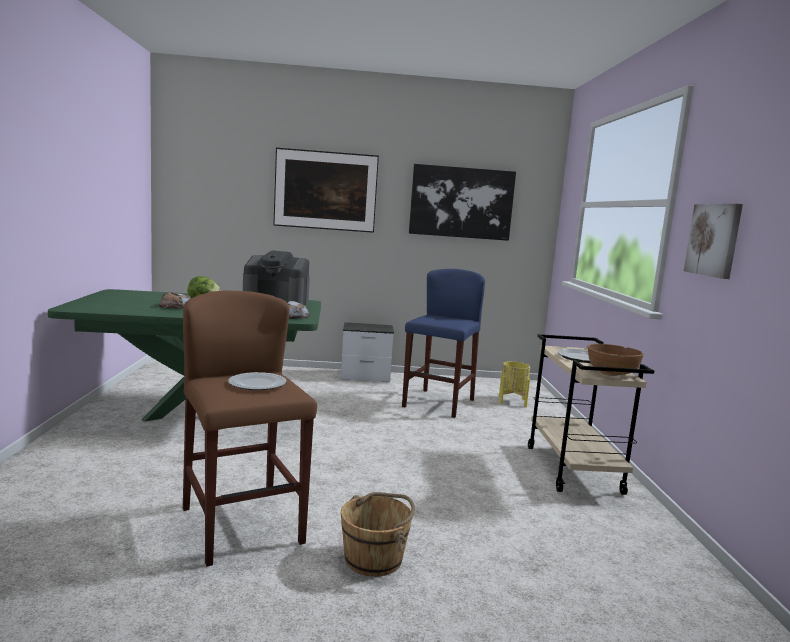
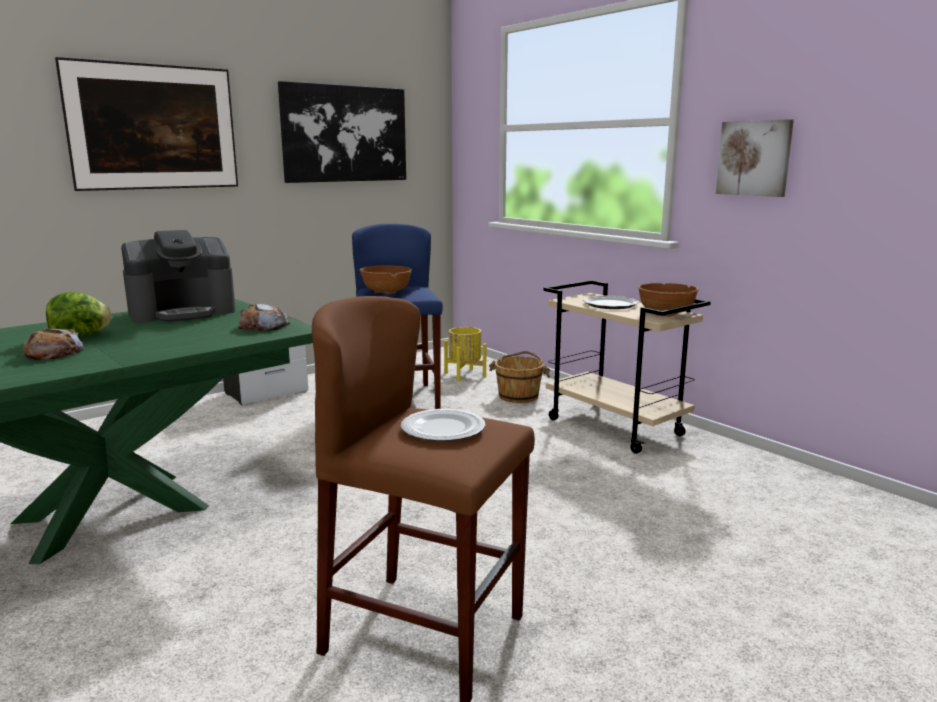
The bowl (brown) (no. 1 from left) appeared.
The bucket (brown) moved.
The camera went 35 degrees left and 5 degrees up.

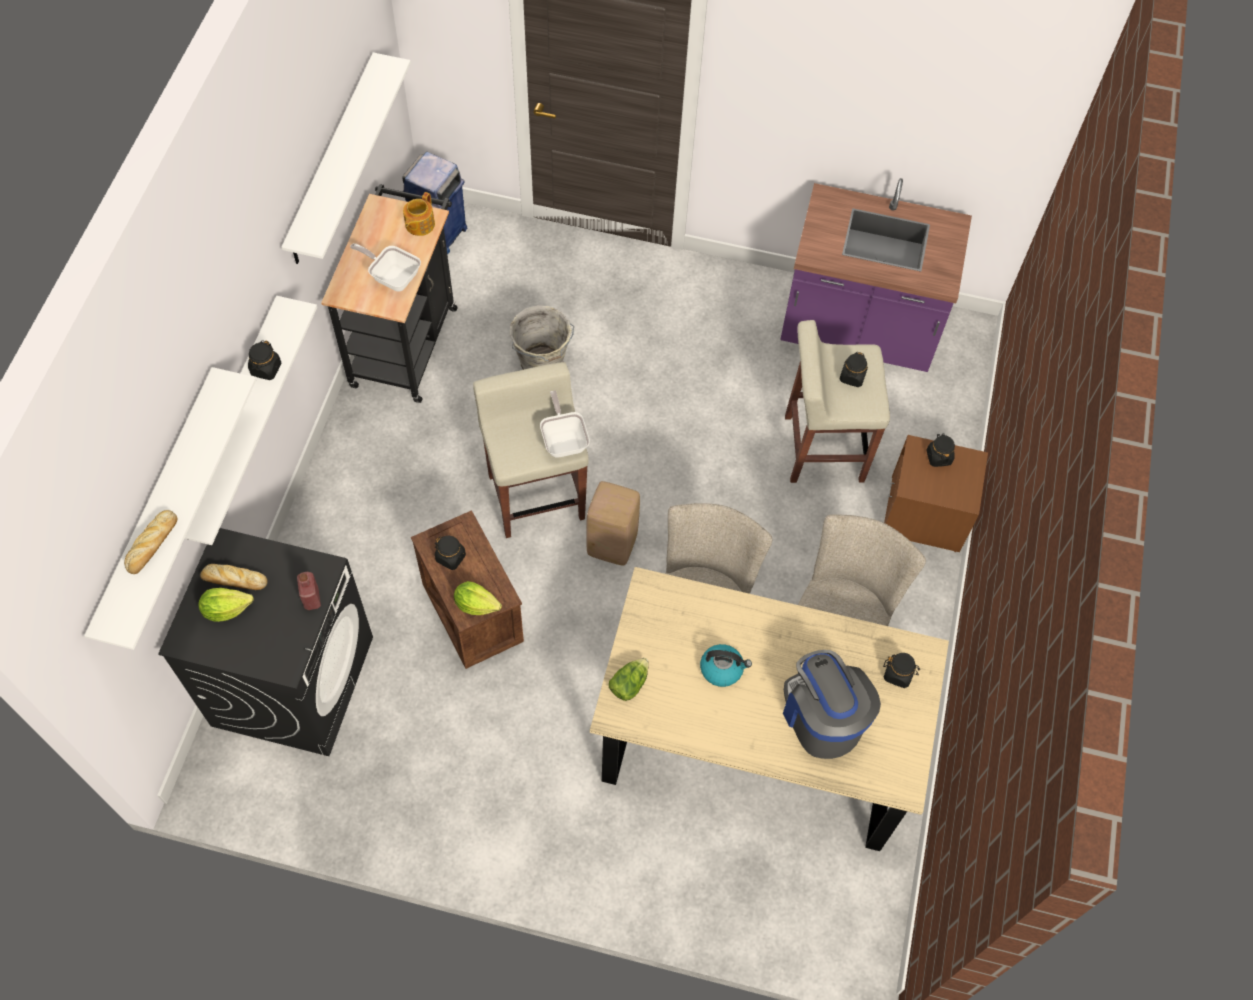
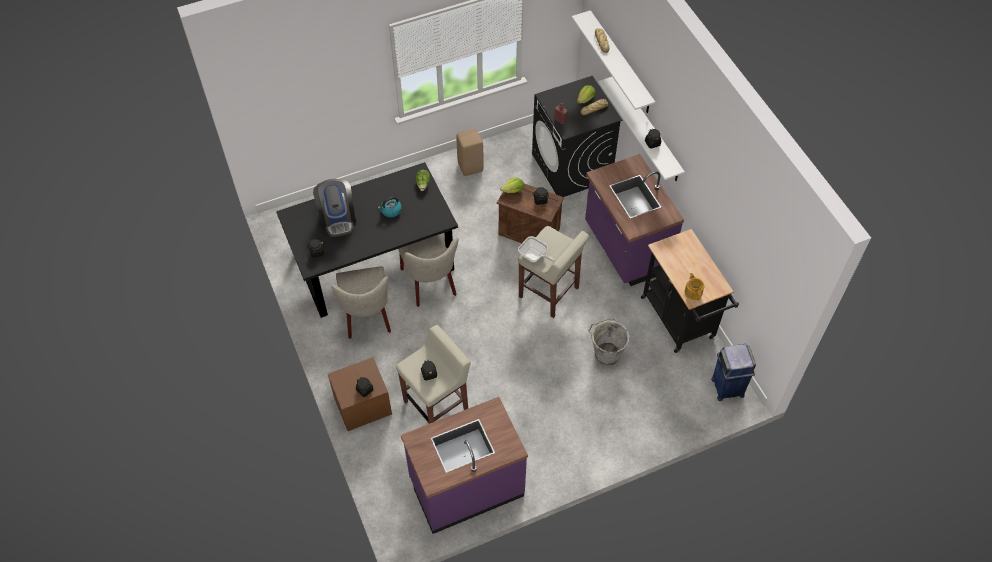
The shelf (white) (no. 3 from left) disappeared.
The frying pan (no. 1 from left) disappeared.
The counter (purple) (no. 2 from left) appeared.
The stool (beige) (no. 2 from left) moved.
The dining table (beige) became the dining table (black).
The coffee machine turned 45 degrees clockwise.
The camera went 145 degrees right and 5 degrees down.

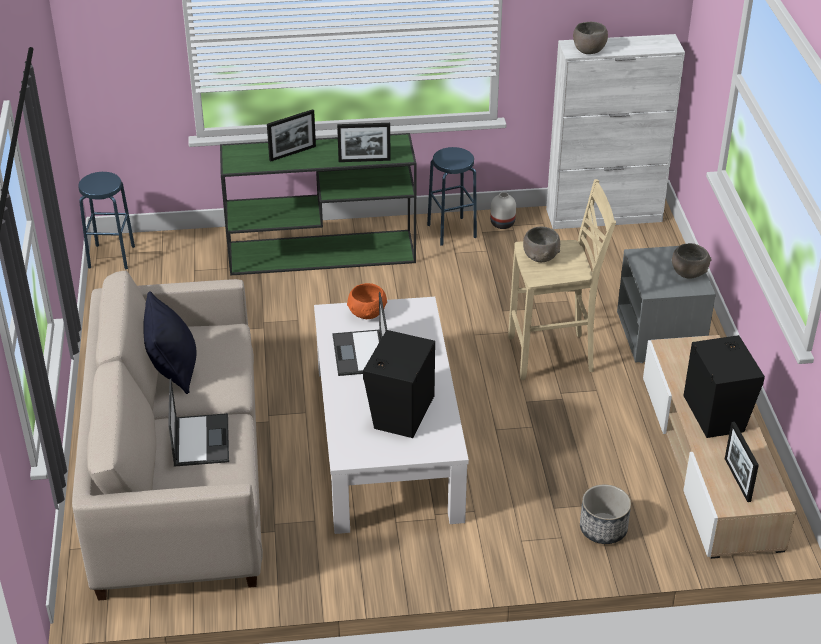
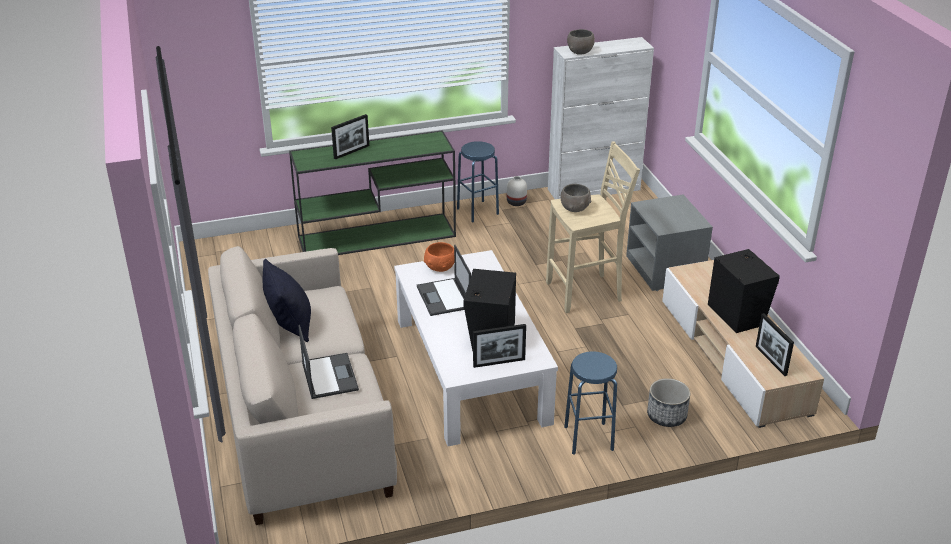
The bowl (grey) (no. 3 from left) disappeared.
The stool (blue) (no. 1 from left in the first image) moved.
The picture frame (no. 2 from left) moved.
The camera went 10 degrees left and 5 degrees down.

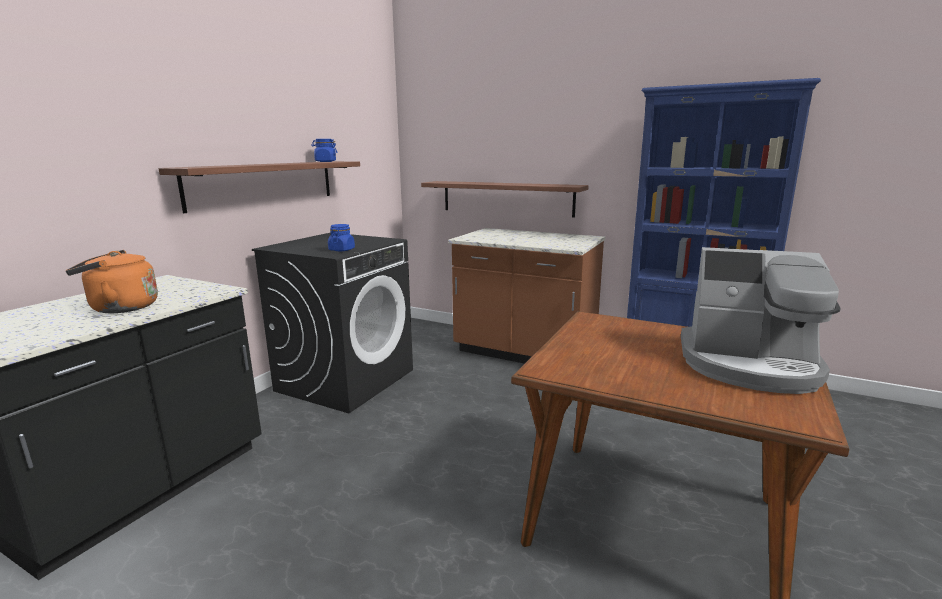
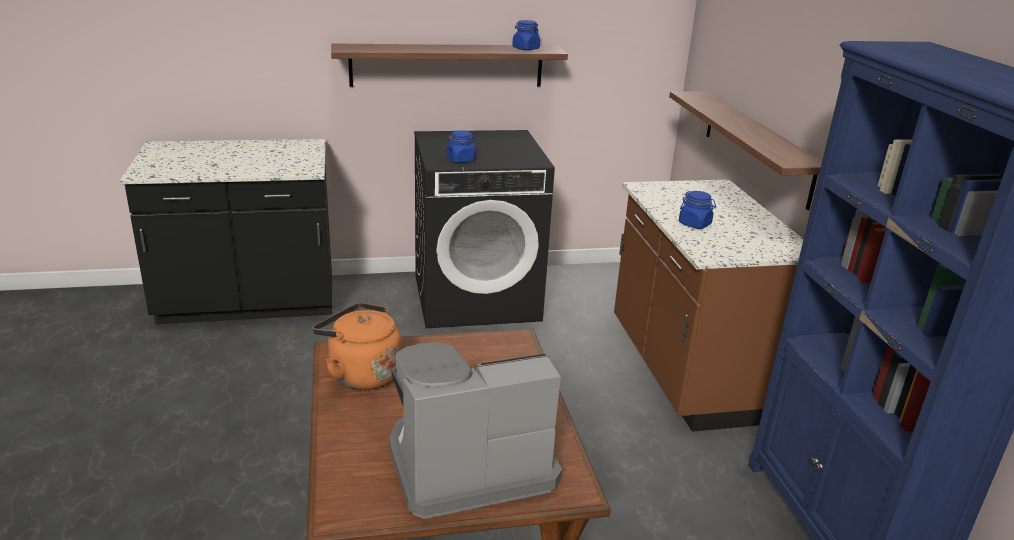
The jar (blue) (no. 3 from left) appeared.
The kettle (orange) moved.
The coffee machine turned 90 degrees clockwise.
The camera went 50 degrees right and 10 degrees up.

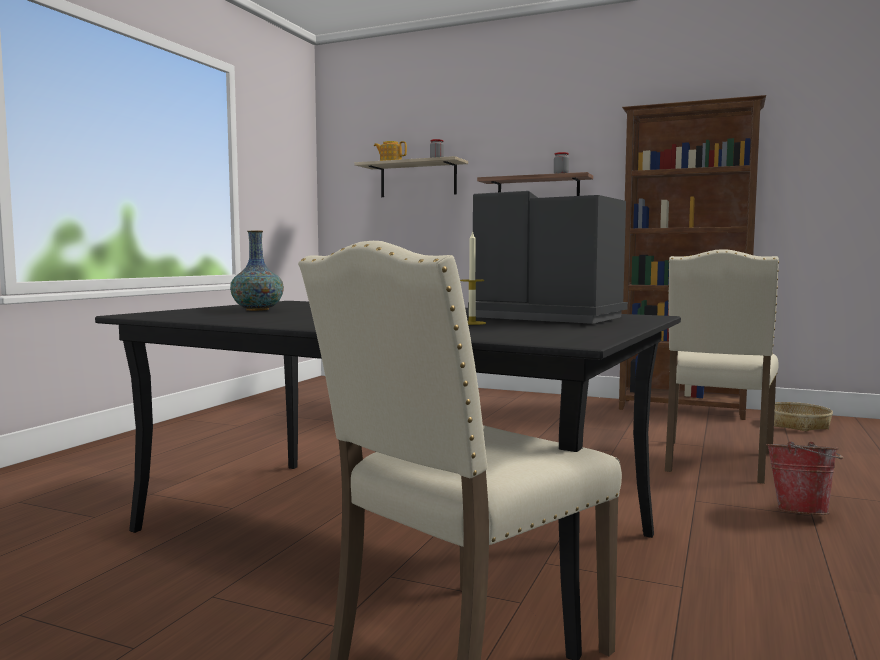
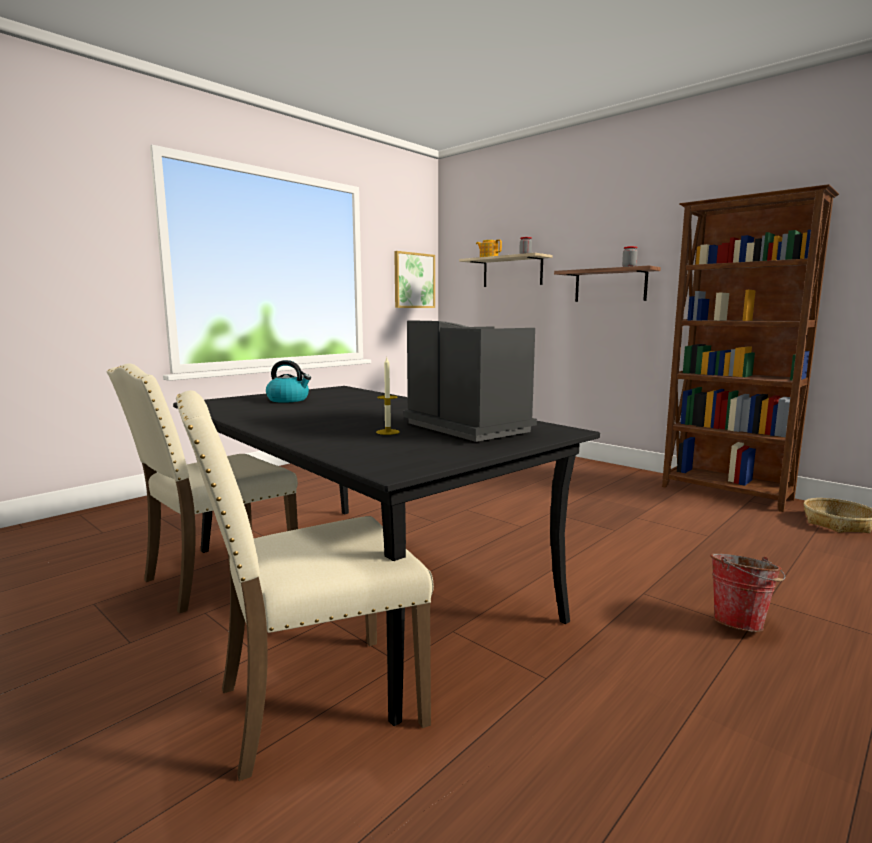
The picture appeared.
The chair (beige) (no. 2 from left in the first image) moved.
The vase was replaced by the kettle.
The camera went 20 degrees right and 5 degrees up.

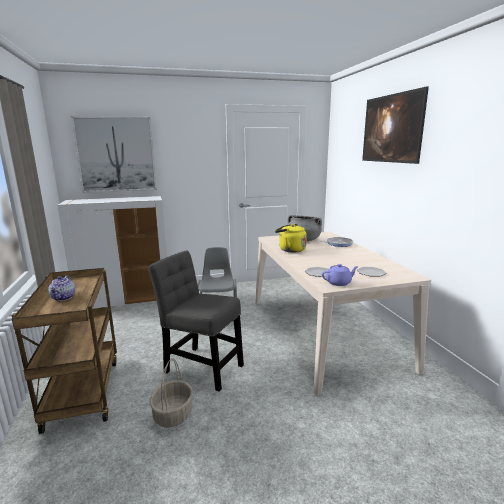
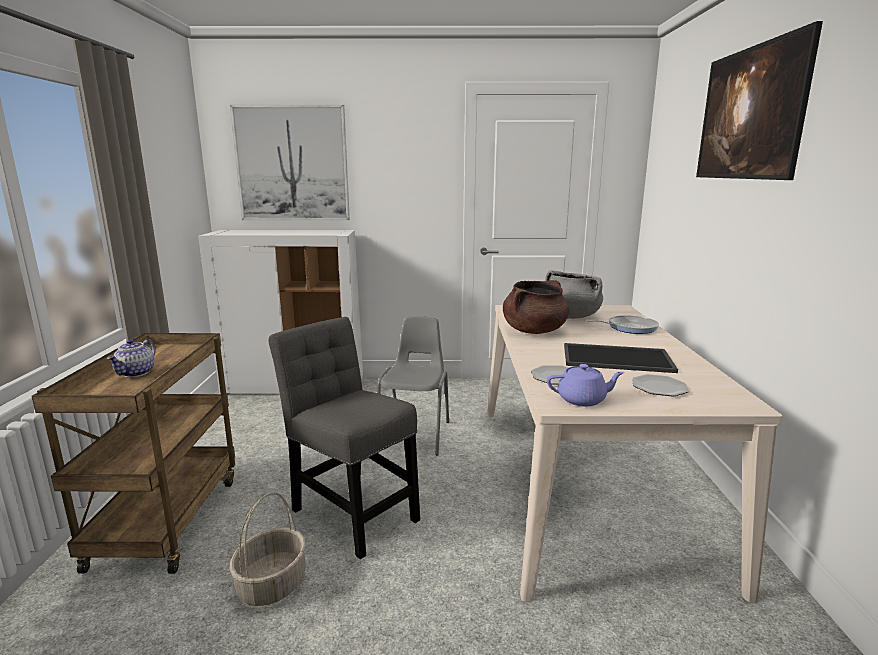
The tray appeared.
The kettle (yellow) was replaced by the cooking pot (brown).
The camera went 15 degrees right and 0 degrees up.

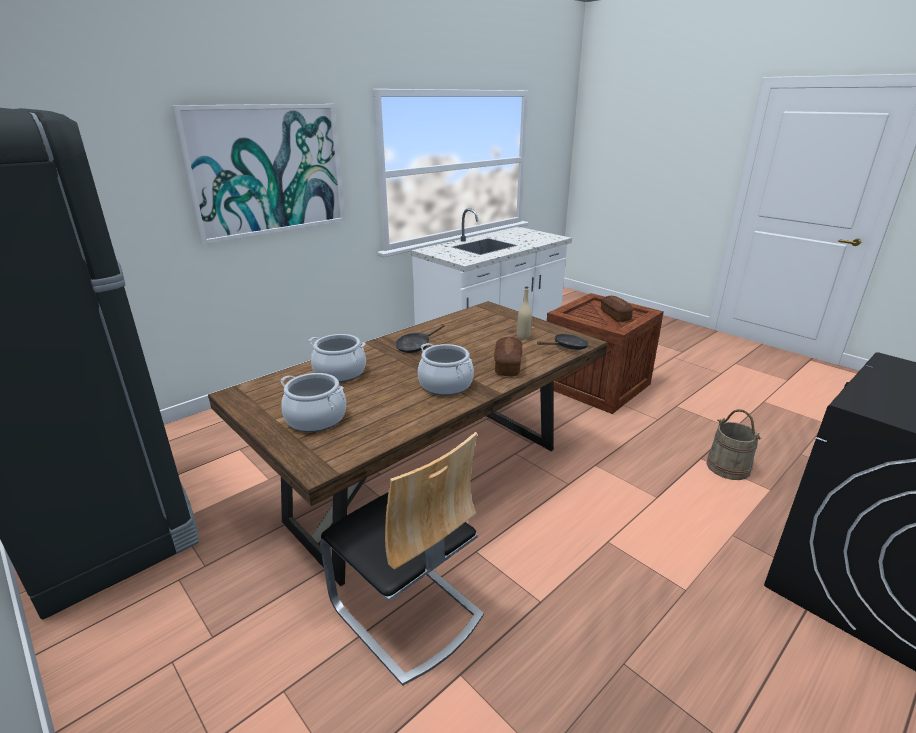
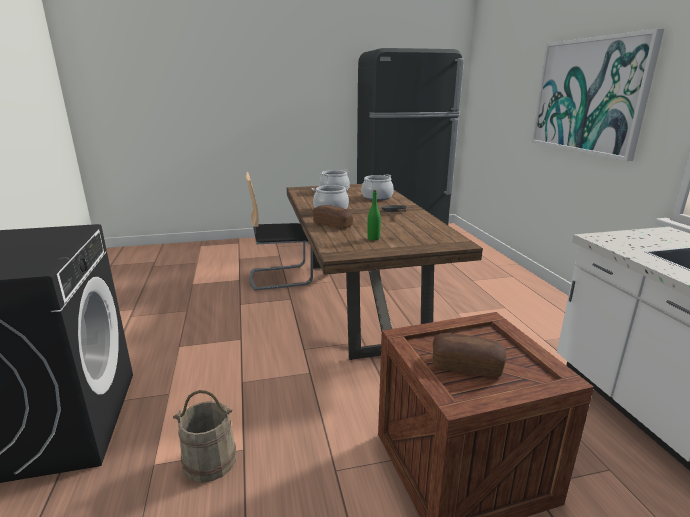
The frying pan (black) (no. 2 from left) disappeared.
The bottle (beige) became the bottle (green).
The camera went 120 degrees right and 5 degrees down.

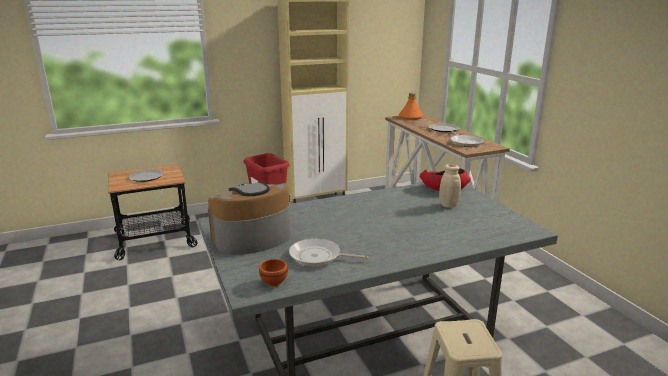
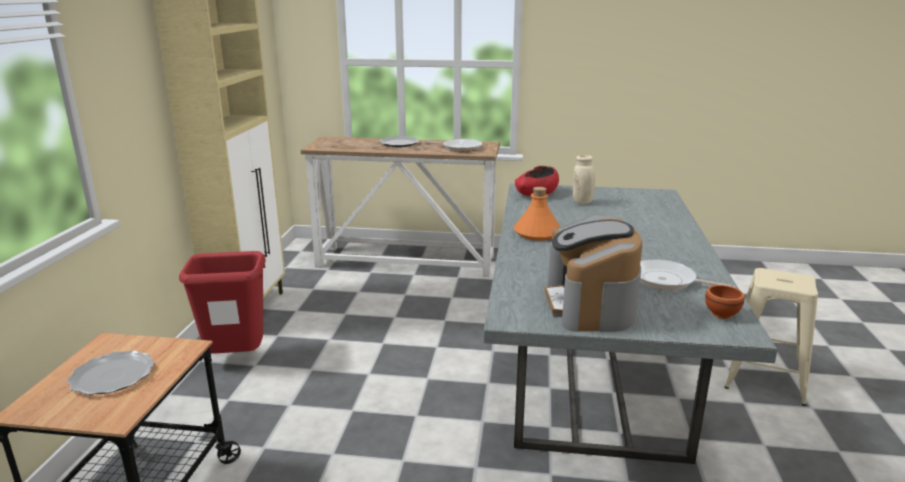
The bottle (orange) moved.
The frying pan (no. 1 from left in the first image) turned 75 degrees clockwise.
The camera went 60 degrees left and 0 degrees up.

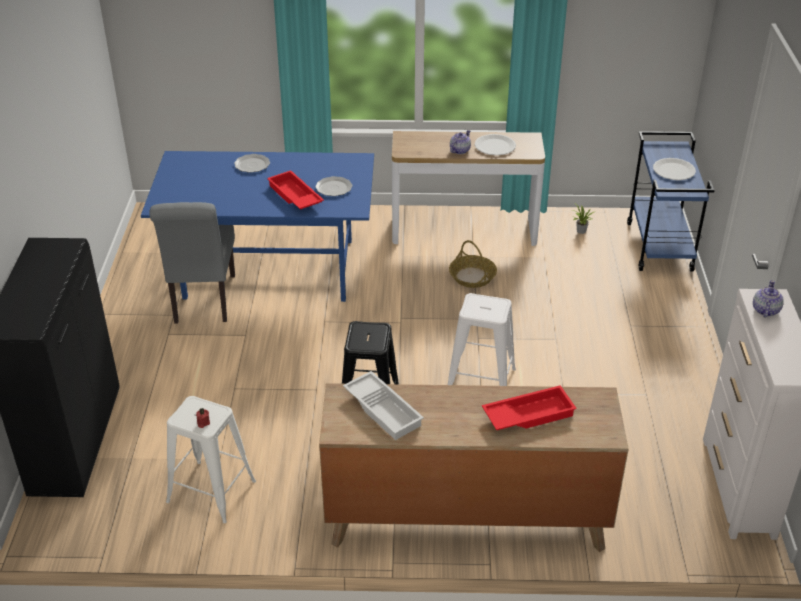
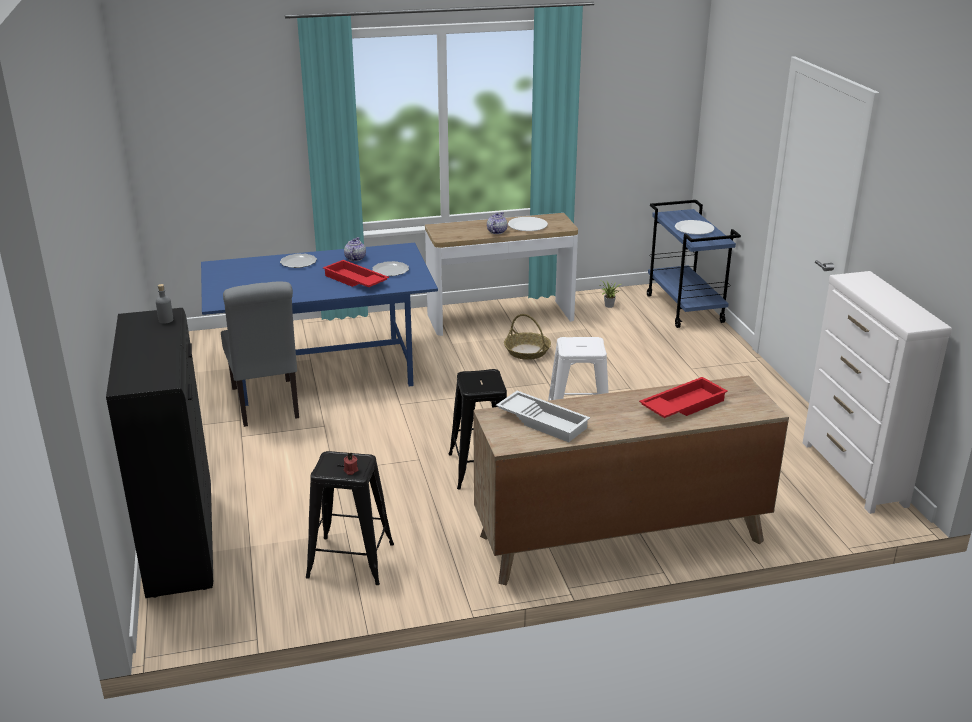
The bottle (grey) appeared.
The teapot (no. 2 from left in the first image) moved.
The stool (white) (no. 1 from left) became the stool (black) (no. 1 from left).
The camera went 15 degrees left and 10 degrees down.

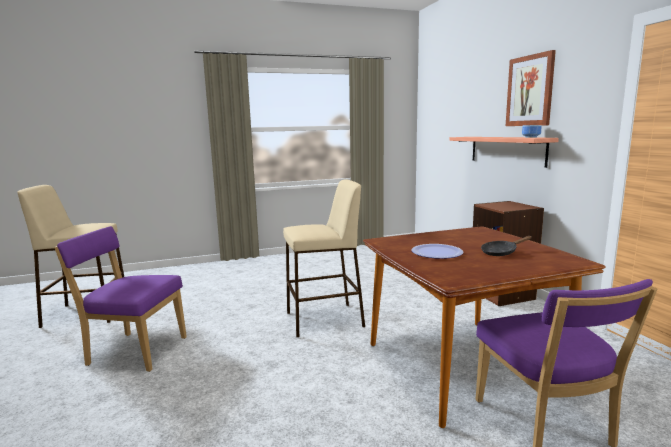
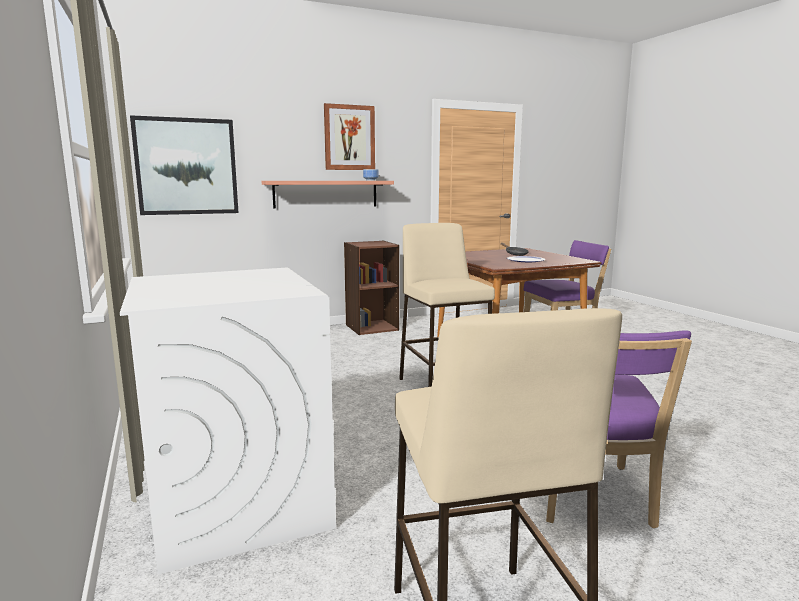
The washing machine (white) appeared.
The picture (no. 1 from left) appeared.
The camera went 95 degrees left and 0 degrees up.

